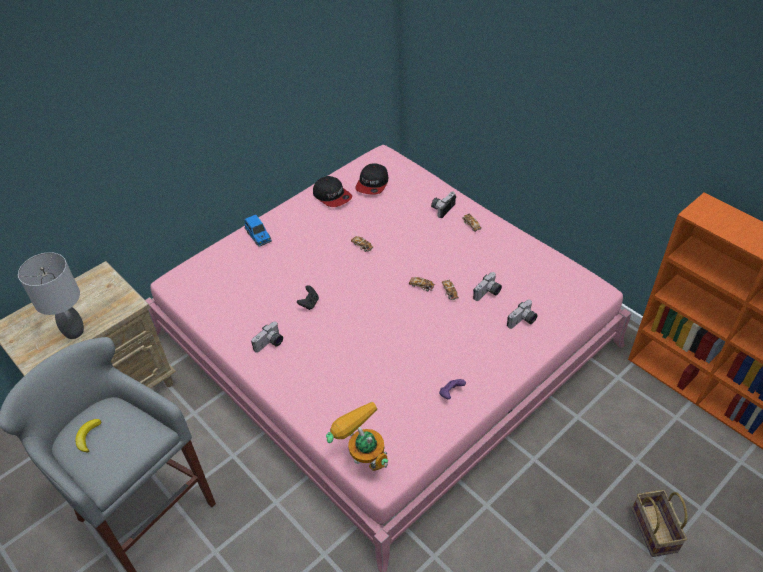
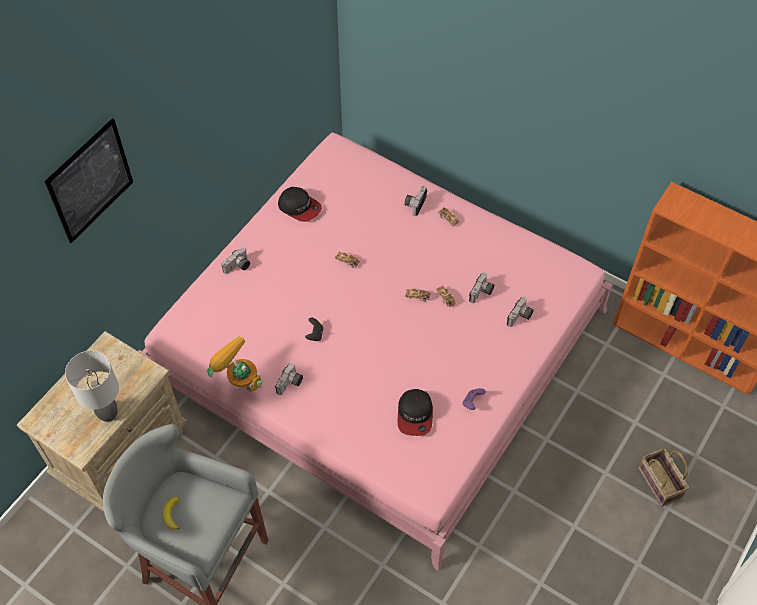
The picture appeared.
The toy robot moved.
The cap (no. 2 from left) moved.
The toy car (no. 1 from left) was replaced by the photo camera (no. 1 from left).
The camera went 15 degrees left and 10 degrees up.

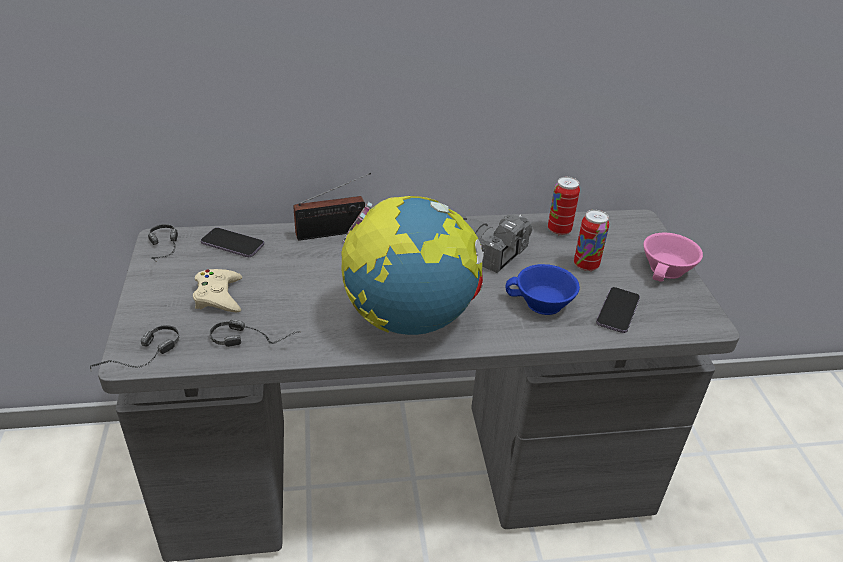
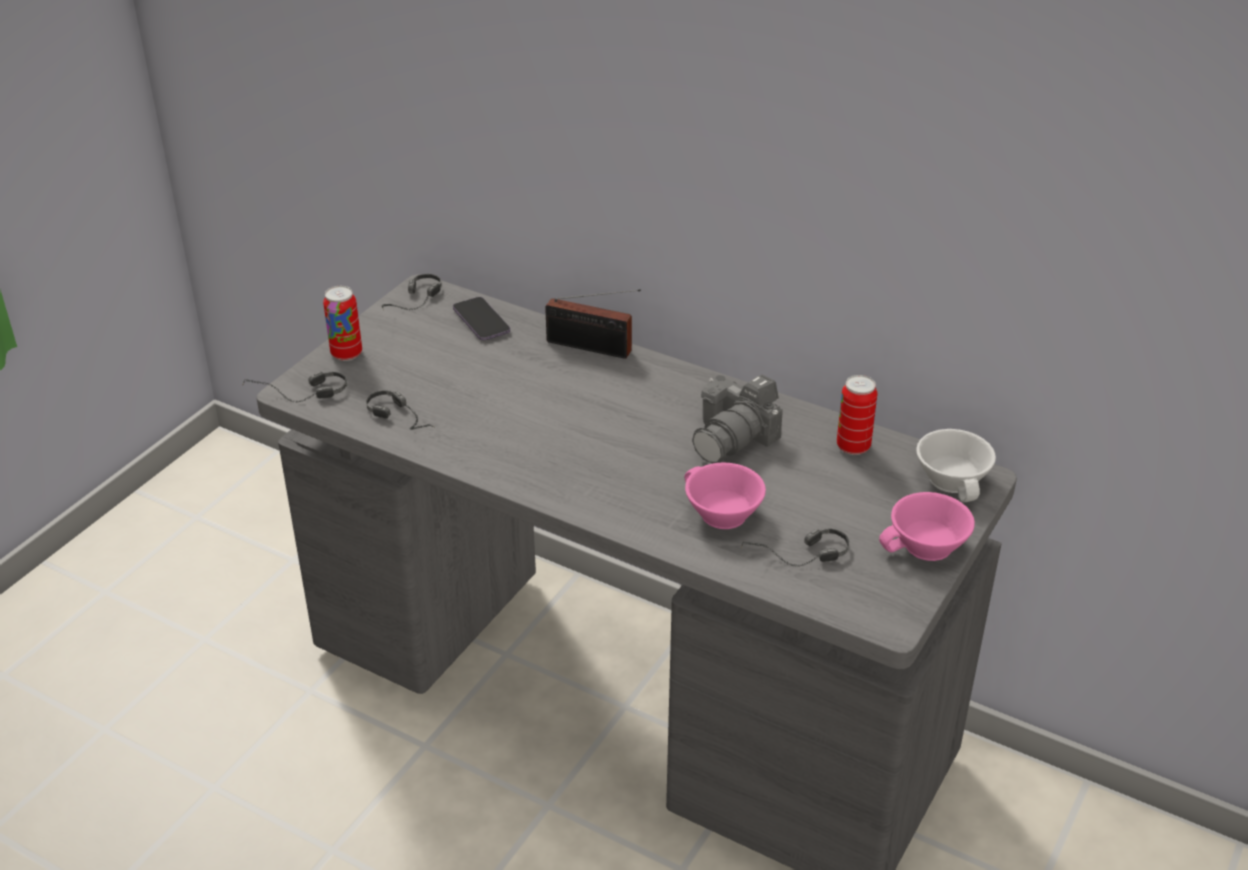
The game controller (beige) disappeared.
The globe disappeared.
The cup (white) appeared.
The can (no. 2 from left in the first image) moved.
The phone (no. 2 from left) was replaced by the headphones (no. 4 from left).
The cup (blue) became the cup (pink) (no. 1 from left).
The photo camera turned 120 degrees counterclockwise.
The camera went 40 degrees right and 0 degrees up.

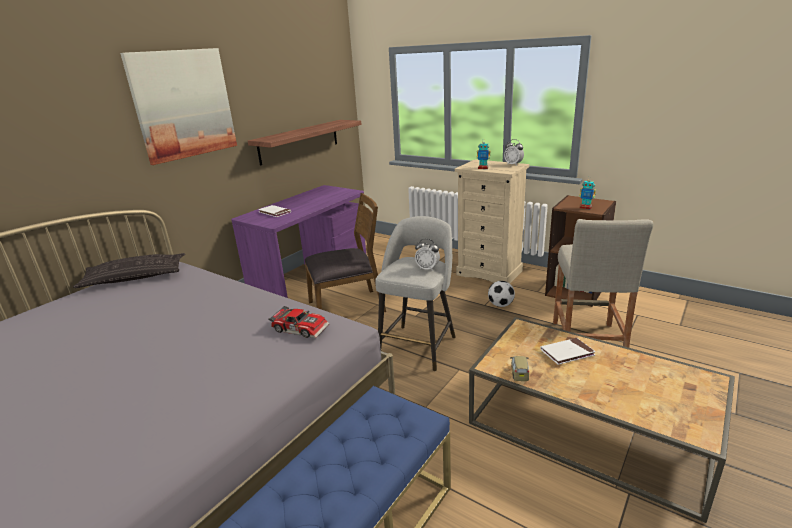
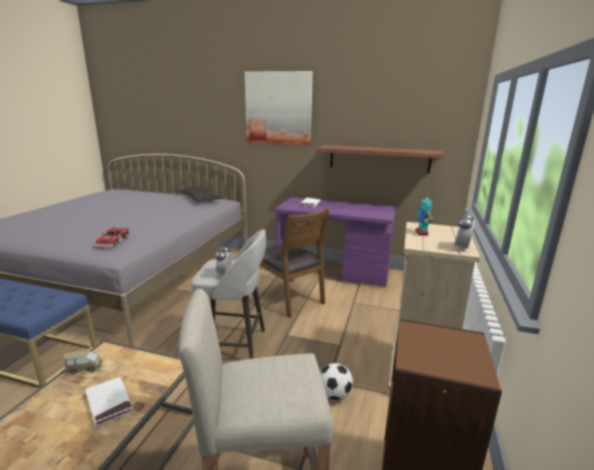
The toy robot (no. 2 from left) disappeared.
The camera went 70 degrees right and 5 degrees down.

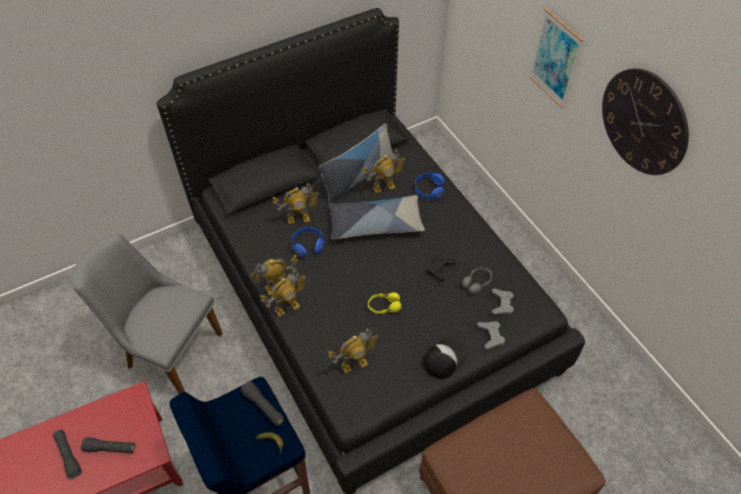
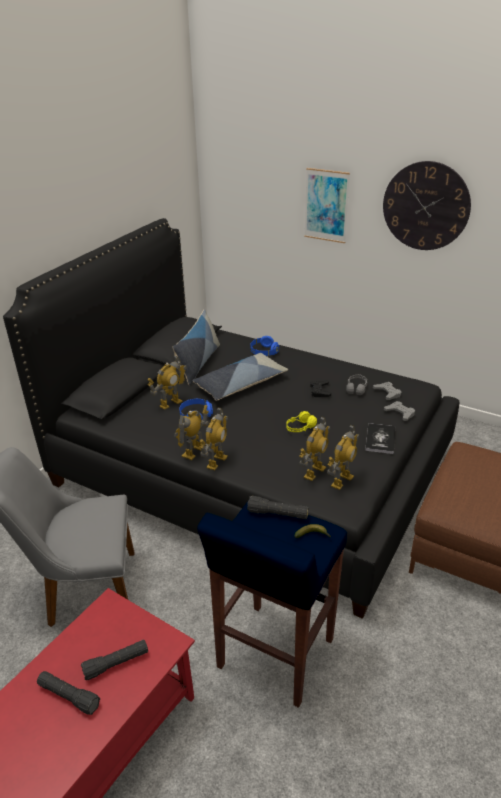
The toy robot (no. 5 from left) moved.
The cap was replaced by the book.
The camera went 30 degrees left and 20 degrees down.

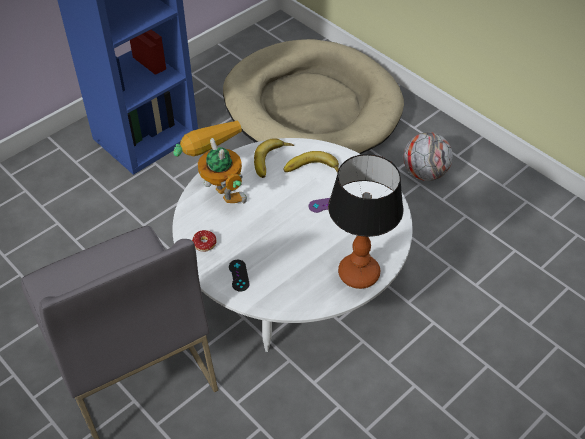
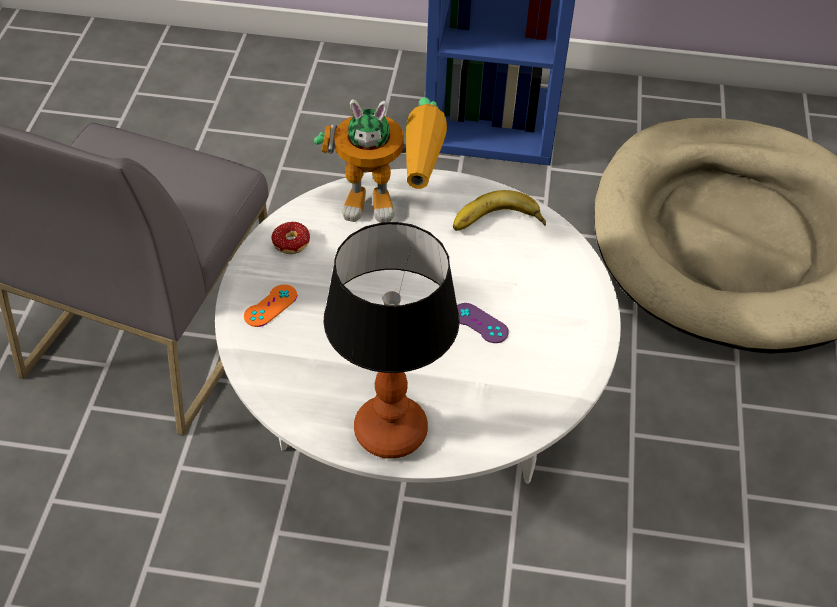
The banana (no. 2 from left) disappeared.
The football disappeared.
The game controller (black) became the game controller (orange).
The toy robot turned 75 degrees clockwise.
The camera went 50 degrees right and 0 degrees up.

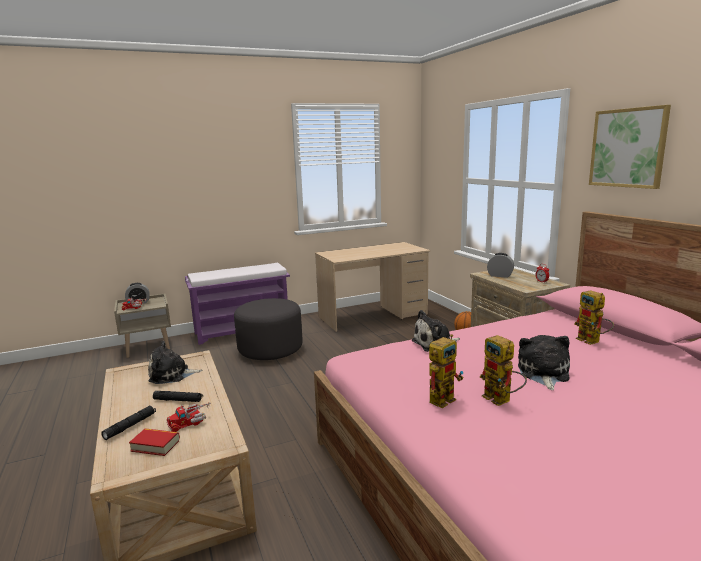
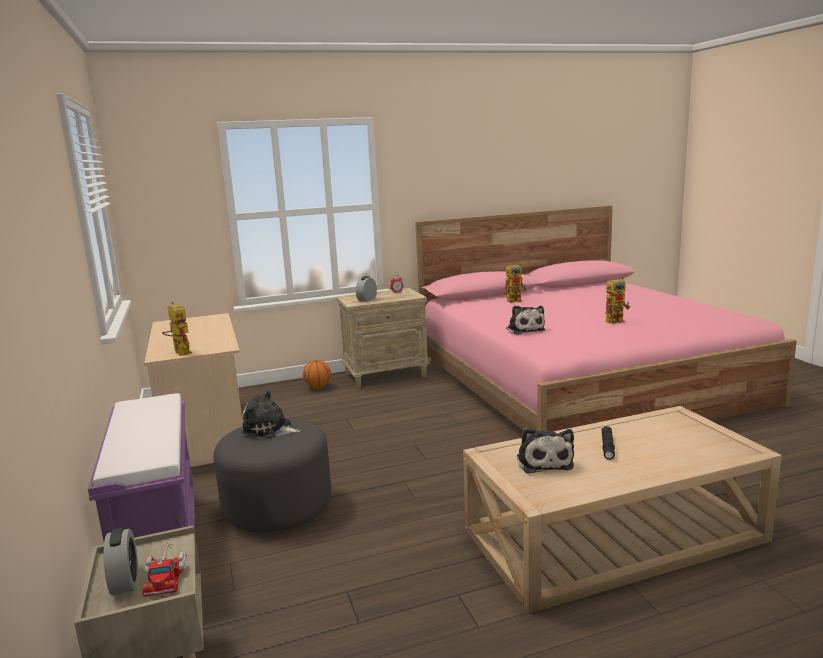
The flashlight (black) (no. 1 from left) disappeared.
The book disappeared.
The toy truck (no. 2 from left) disappeared.
The picture disappeared.
The toy robot (no. 1 from left) moved.
The plush toy (no. 3 from left in the first image) moved.
The camera went 85 degrees left and 0 degrees up.

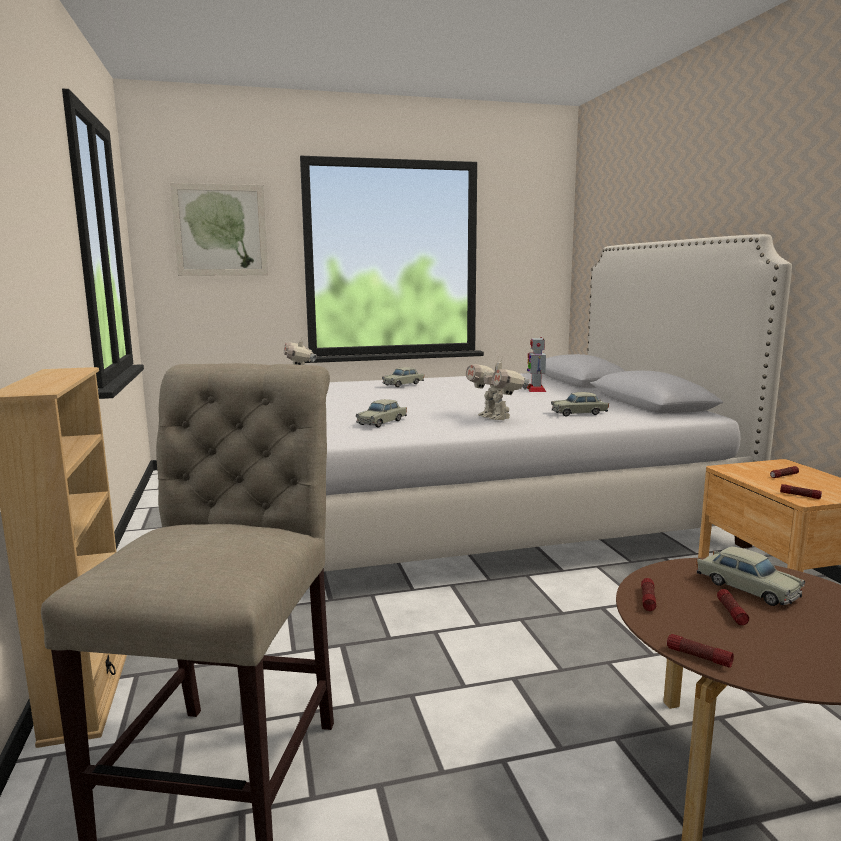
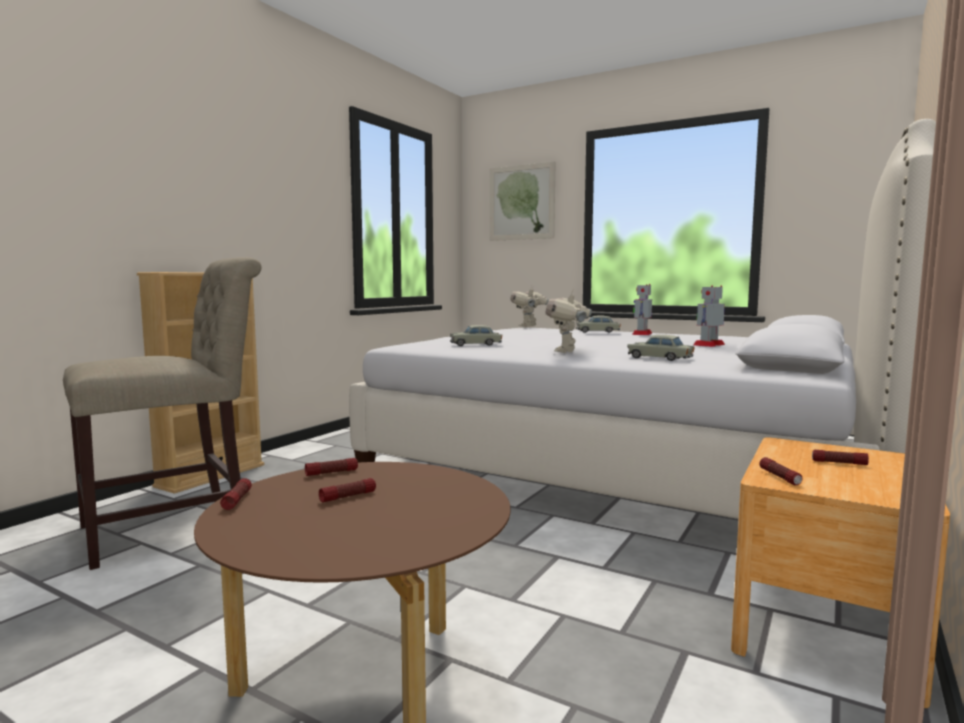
The toy car (beige) (no. 4 from left) disappeared.
The toy robot (no. 3 from left) appeared.
The camera went 45 degrees right and 5 degrees down.

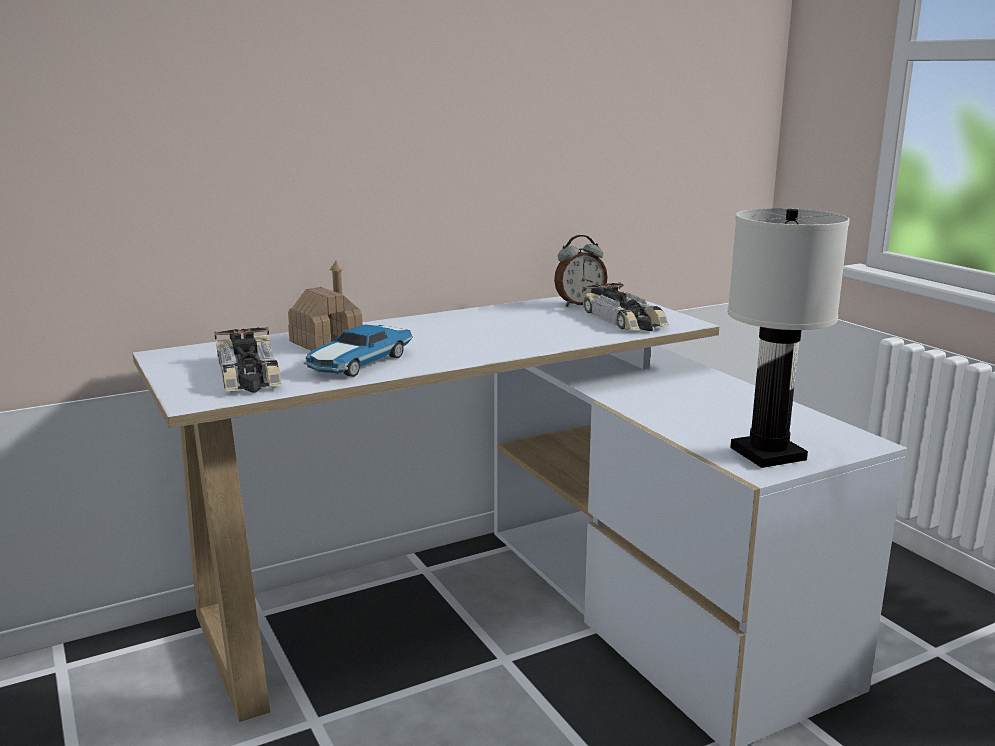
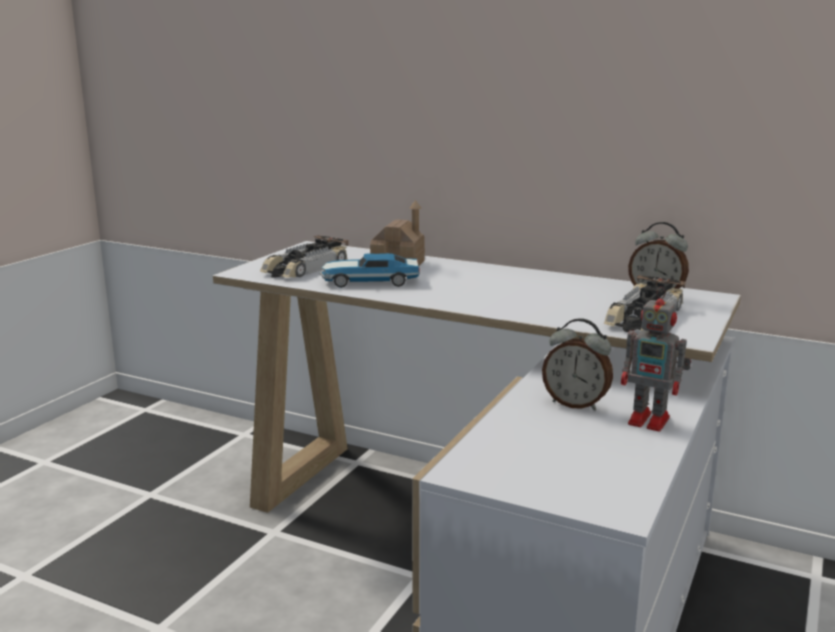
The table lamp (white) disappeared.
The alarm clock (no. 1 from left) appeared.
The toy robot appeared.
The camera went 55 degrees right and 0 degrees up.

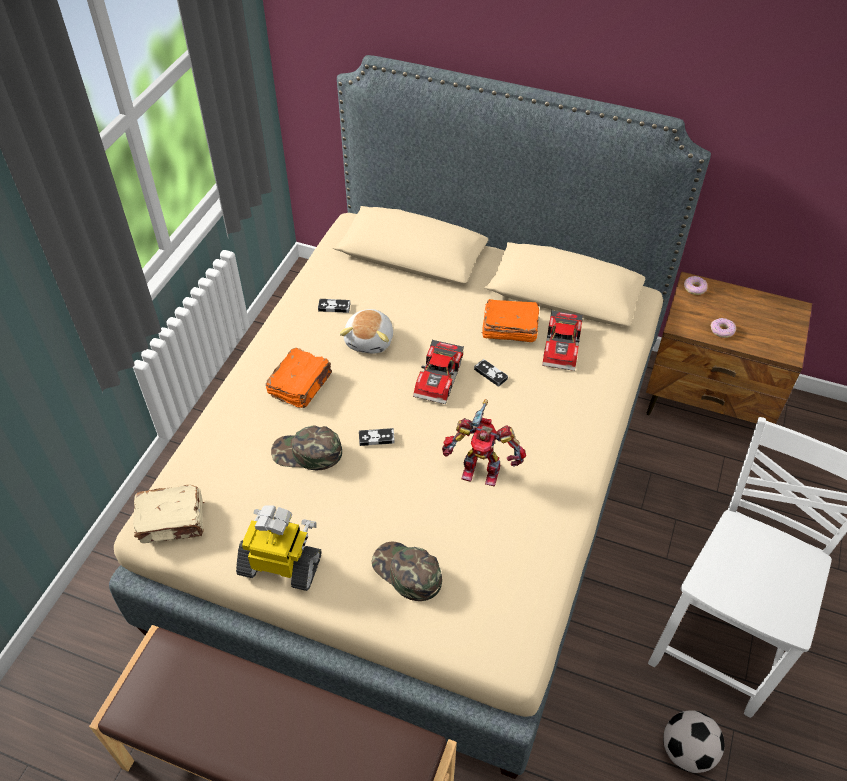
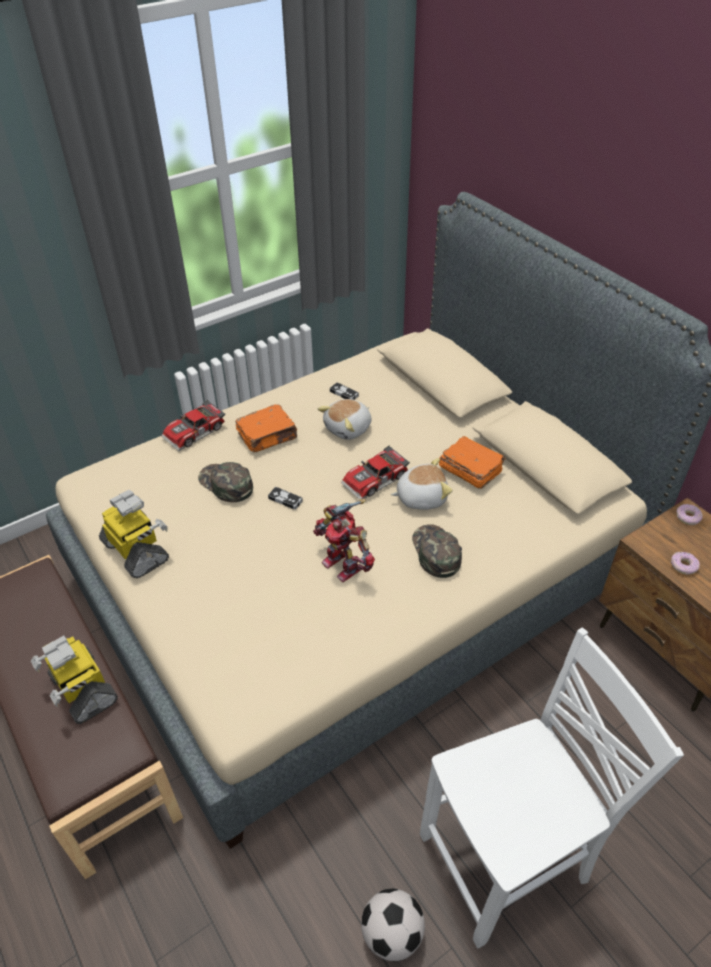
The book (beige) disappeared.
The toy robot (no. 1 from left) appeared.
The cap (green) (no. 2 from left) moved.
The toy car (no. 2 from left in the first image) moved.
The game controller (no. 3 from left) was replaced by the plush toy (no. 2 from left).
The camera went 35 degrees right and 5 degrees down.

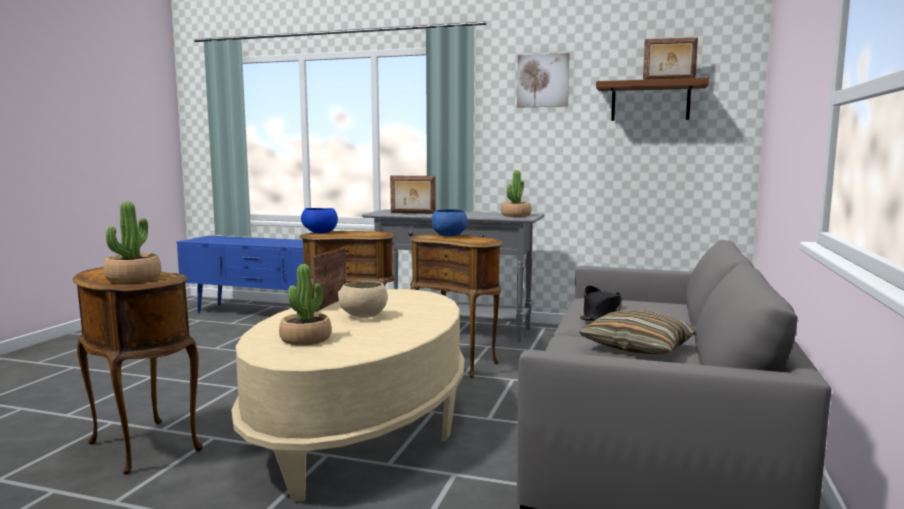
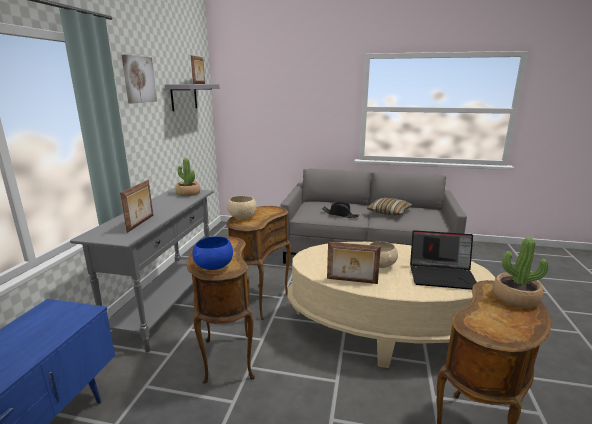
The potted plant (no. 2 from left) was replaced by the laptop.
The bowl (blue) (no. 2 from left) became the bowl (beige) (no. 1 from left).
The shelf (brown) became the shelf (grey).
The camera went 95 degrees left and 10 degrees up.

